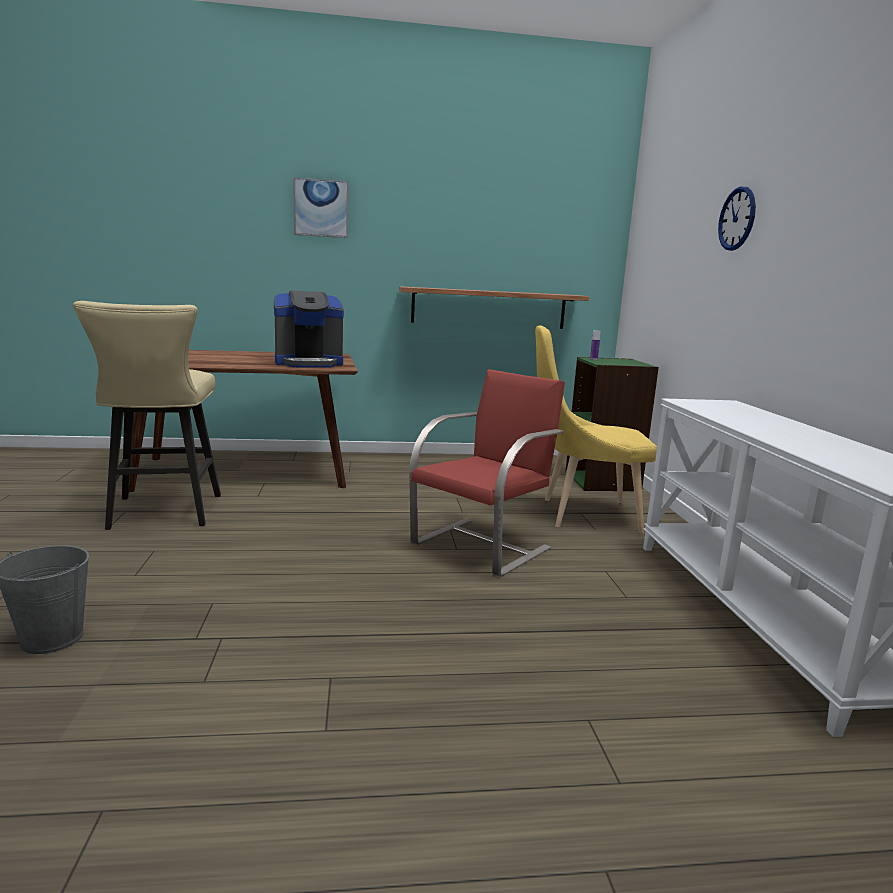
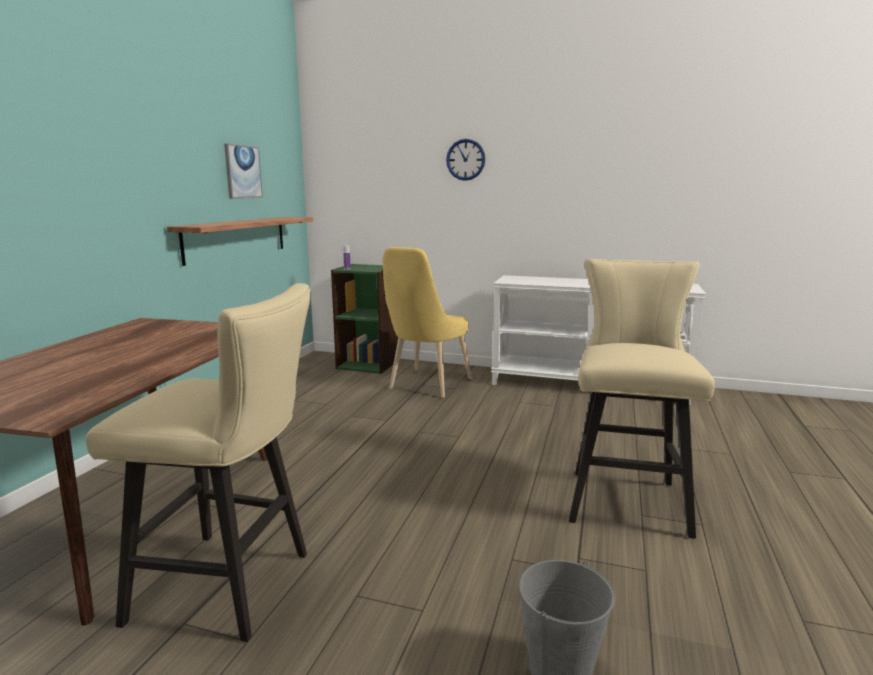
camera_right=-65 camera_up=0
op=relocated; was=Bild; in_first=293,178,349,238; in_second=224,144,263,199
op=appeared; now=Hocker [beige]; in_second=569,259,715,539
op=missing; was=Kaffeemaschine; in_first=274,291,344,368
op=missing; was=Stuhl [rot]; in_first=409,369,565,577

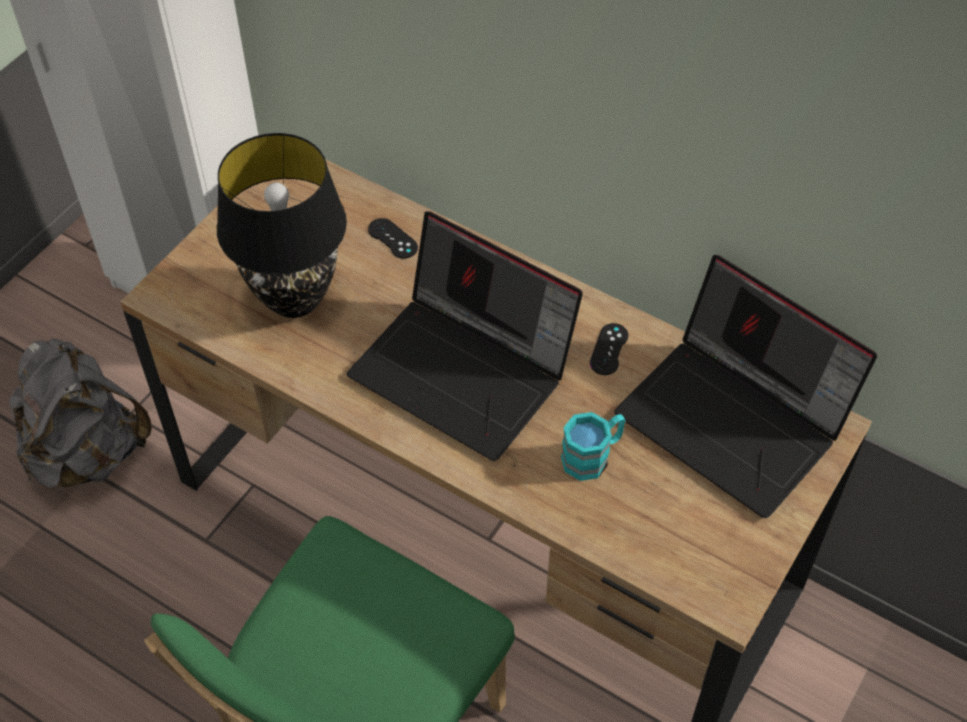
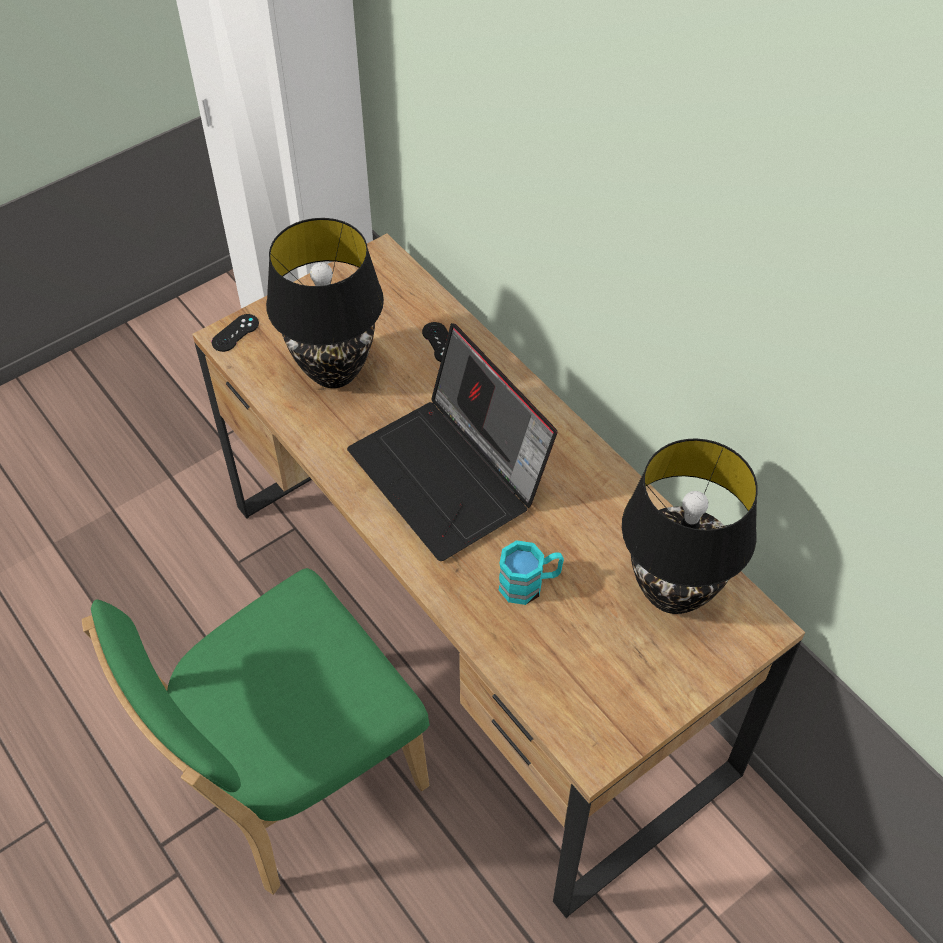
camera_right=20 camera_up=0
op=relocated; was=Gamepad [schwarz]; in_first=590,323,628,375; in_second=211,314,259,352
op=exchanged; was=Laptop; now=Tischlampe [schwarz]; in_first=614,255,877,518; in_second=622,439,758,614
op=missing; was=Rucksack [grau]; in_first=9,338,152,488

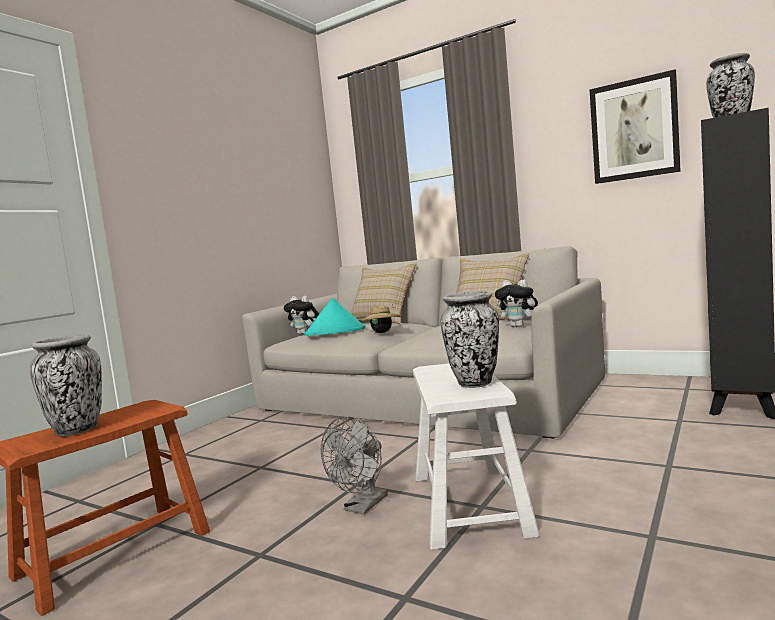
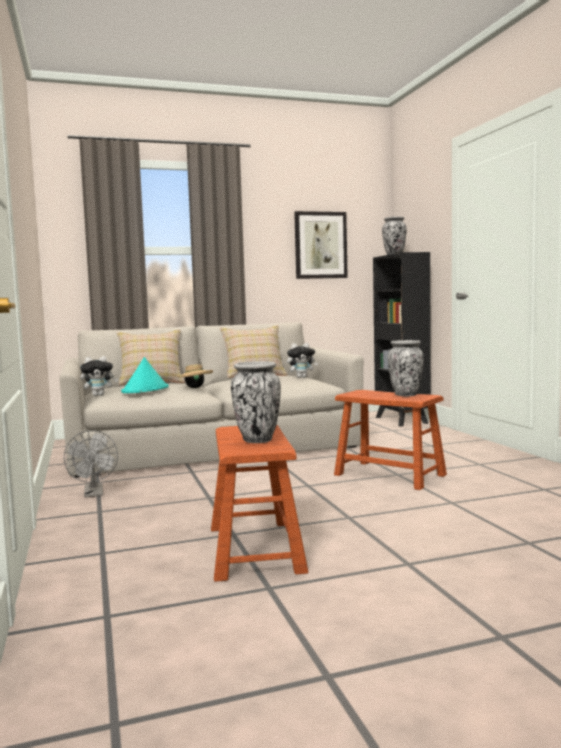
camera_right=-50 camera_up=0
op=relocated; was=Ventilator [grau]; in_first=321,416,388,514; in_second=64,430,118,497
op=colour; was=Hocker [weiß]; now=Hocker [braun]; in_first=413,363,540,550; in_second=334,390,447,490

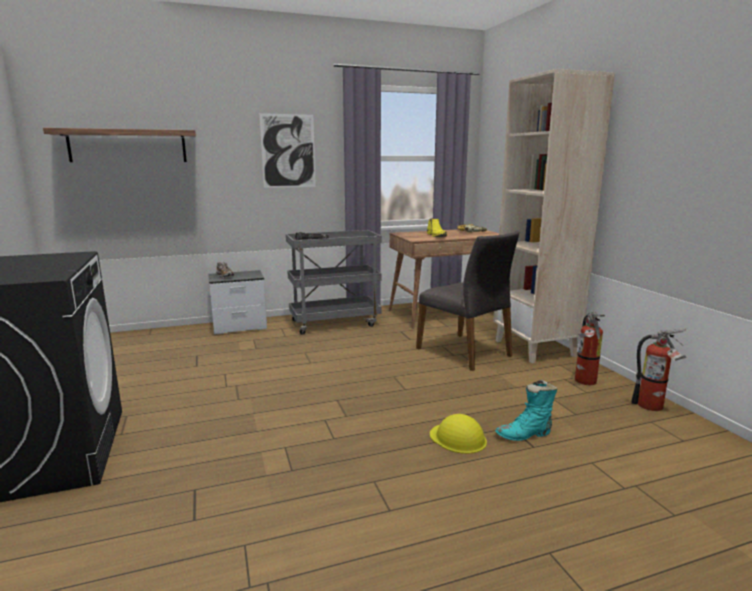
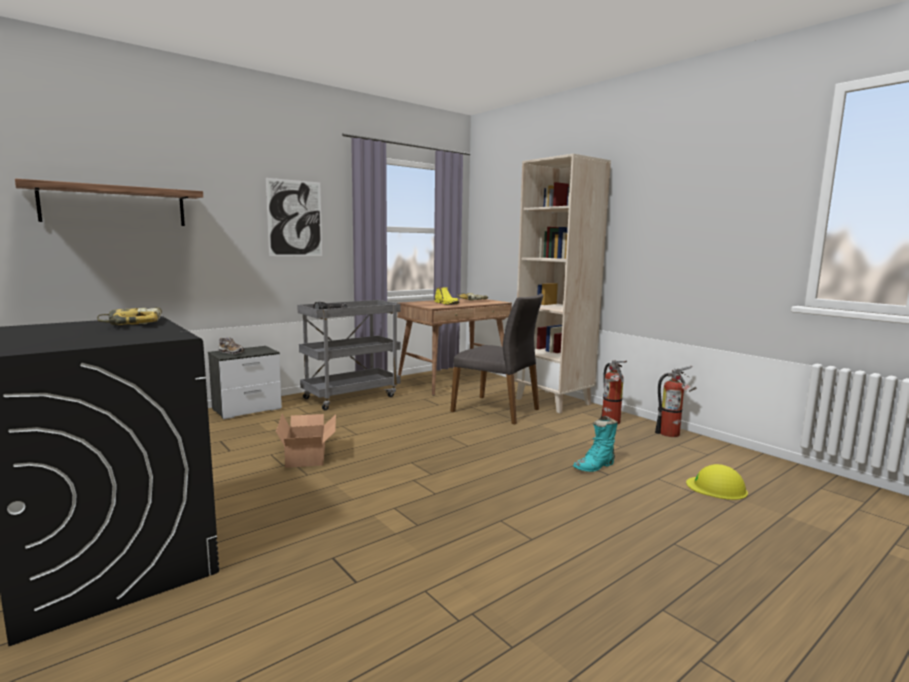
camera_right=-20 camera_up=-5
op=appeared; now=Bohrmaschine; in_second=97,307,162,325
op=appeared; now=Karton; in_second=276,414,336,468
op=relocated; was=Schutzhelm [gelb]; in_first=430,414,487,454; in_second=686,464,748,500

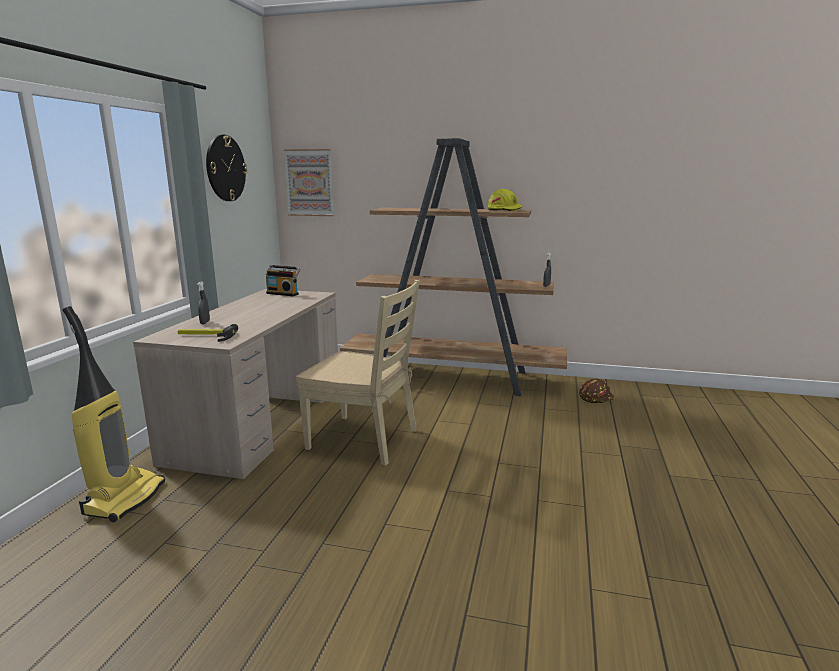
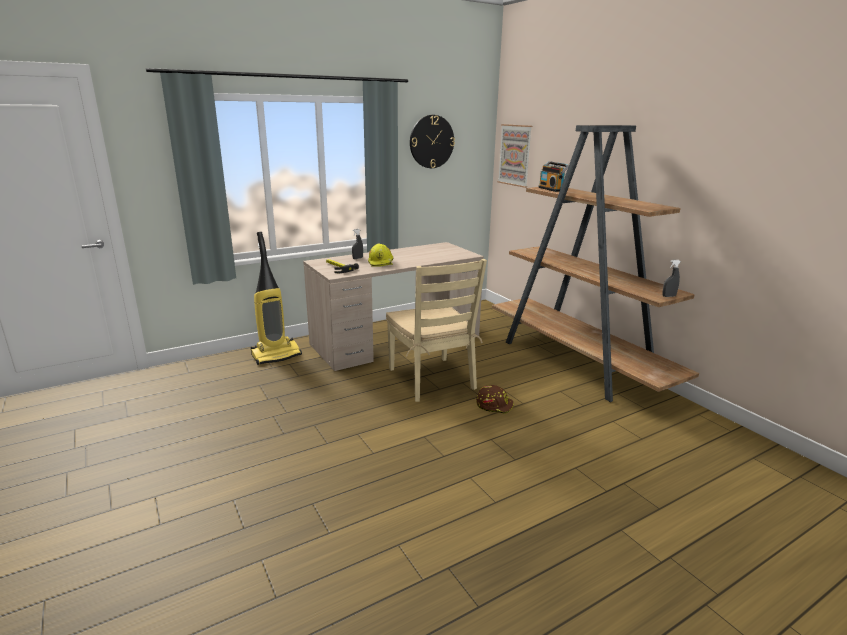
camera_right=45 camera_up=5
op=relocated; was=Schutzhelm [gelb]; in_first=488,189,523,211; in_second=368,244,393,267
op=relocated; was=Schutzhelm [braun]; in_first=579,379,614,403; in_second=476,385,514,414
op=relocated; was=Radio; in_first=266,265,300,296; in_second=538,161,569,192

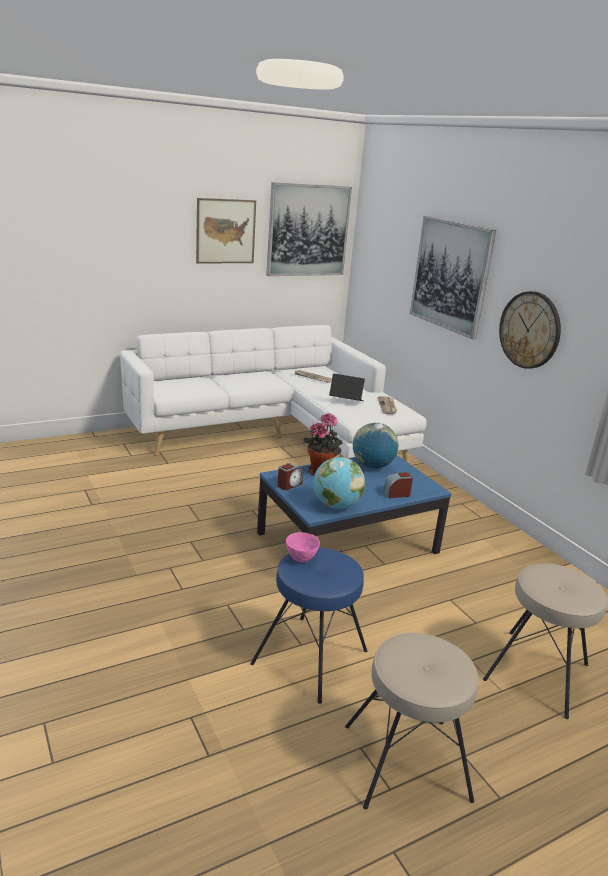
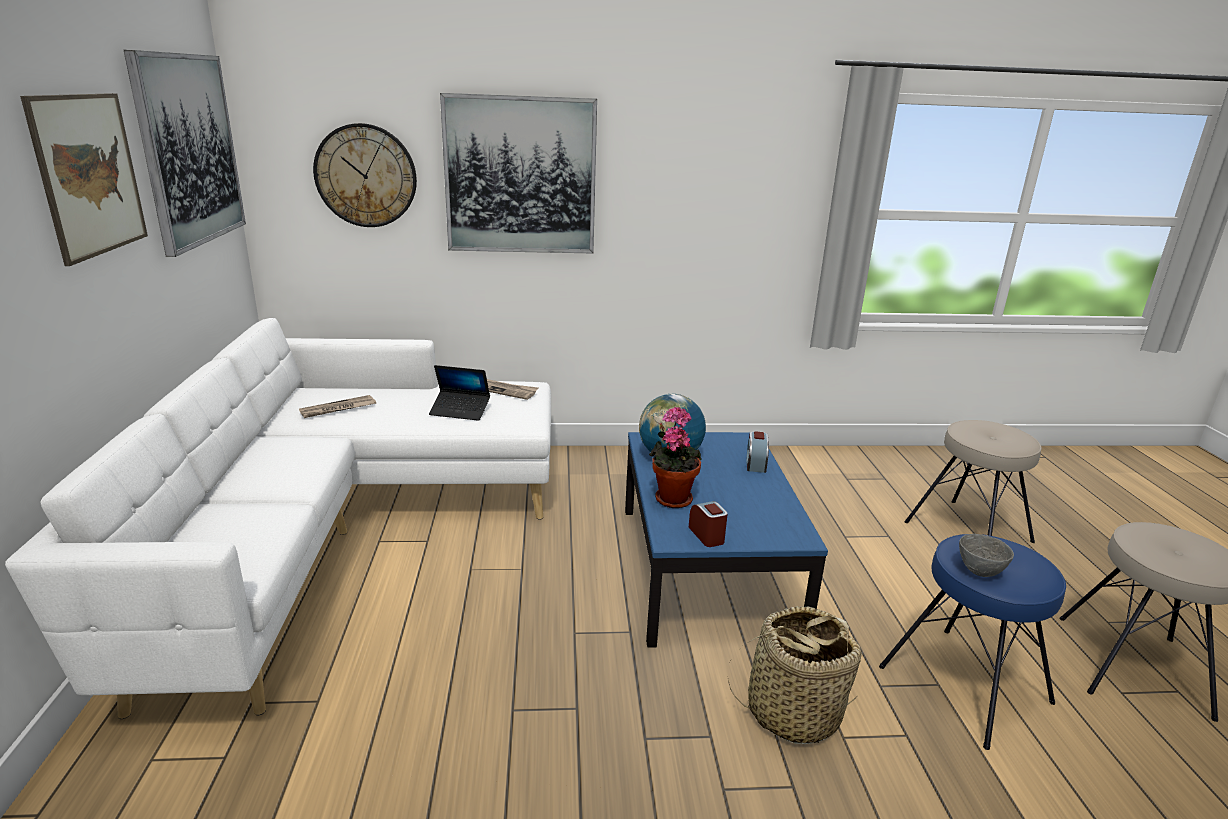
camera_right=-65 camera_up=0
op=relocated; was=Wanduhr; in_first=499,291,561,369; in_second=313,123,417,227
op=spun; was=Laptop; in_first=329,373,365,401; in_second=429,365,490,421; clockwise=-120
op=appeared; now=Korb; in_second=727,606,862,744
op=colour; was=Schüssel [rosa]; now=Schüssel [grau]; in_first=286,532,320,562; in_second=959,534,1014,577
op=missing; was=Globus; in_first=313,457,365,509

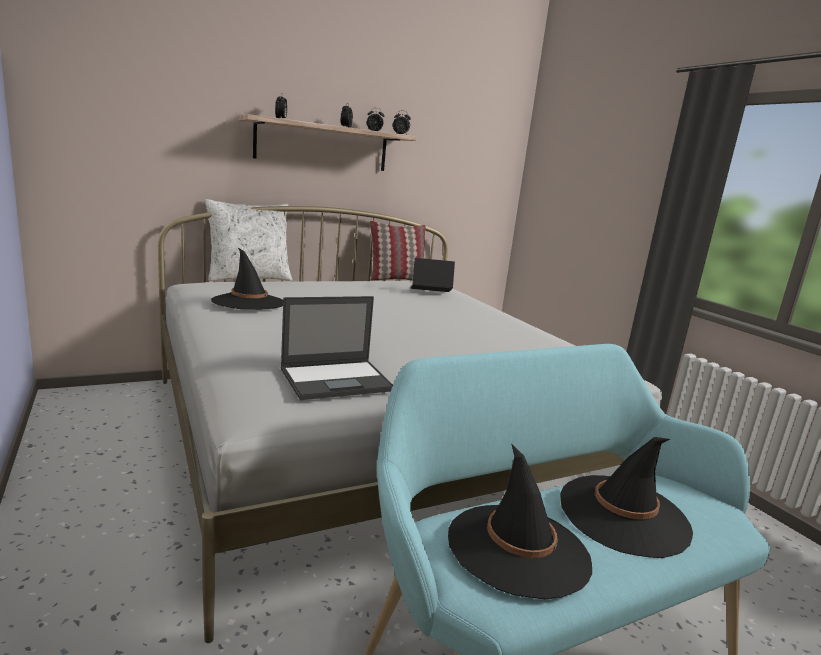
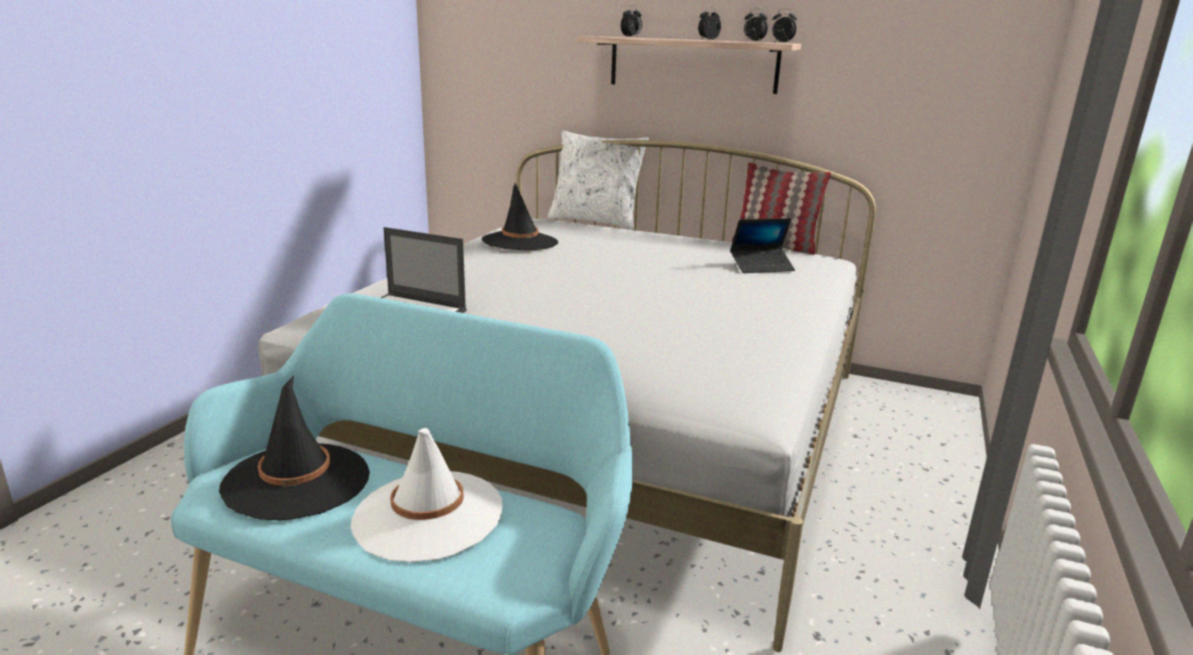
camera_right=50 camera_up=5
op=colour; was=Hut [schwarz]; now=Hut [weiß]; in_first=560,437,693,558; in_second=351,428,502,562
op=spun; was=Laptop; in_first=411,258,455,292; in_second=730,218,795,273; clockwise=120

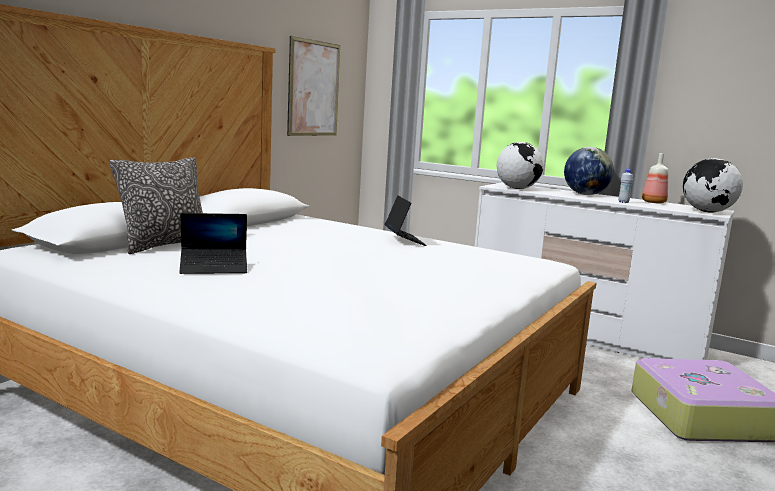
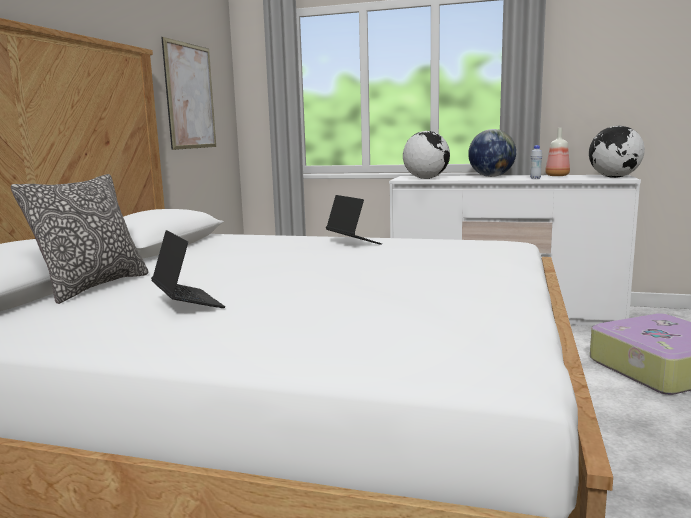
camera_right=-15 camera_up=0
op=spun; was=Laptop; in_first=179,213,247,274; in_second=151,230,225,308; clockwise=-90

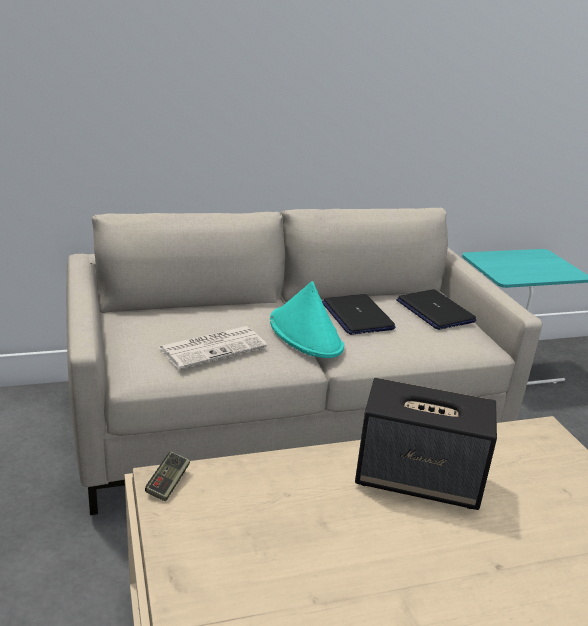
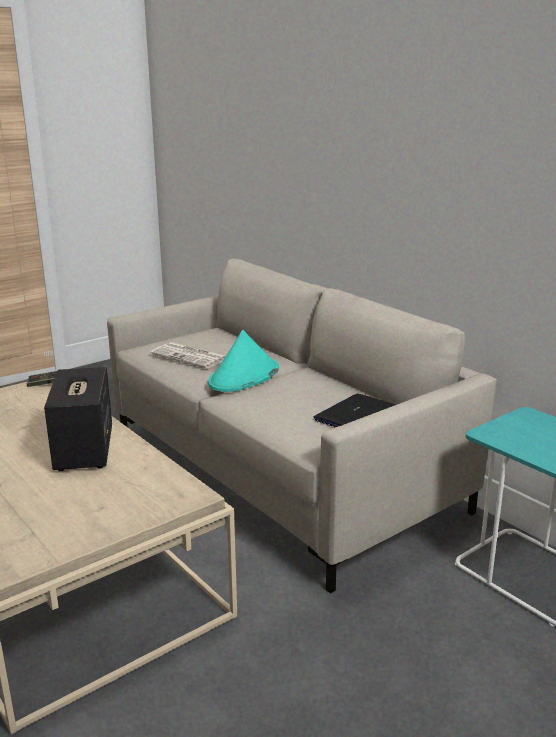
camera_right=70 camera_up=-5
op=missing; was=Laptop; in_first=322,294,396,335

